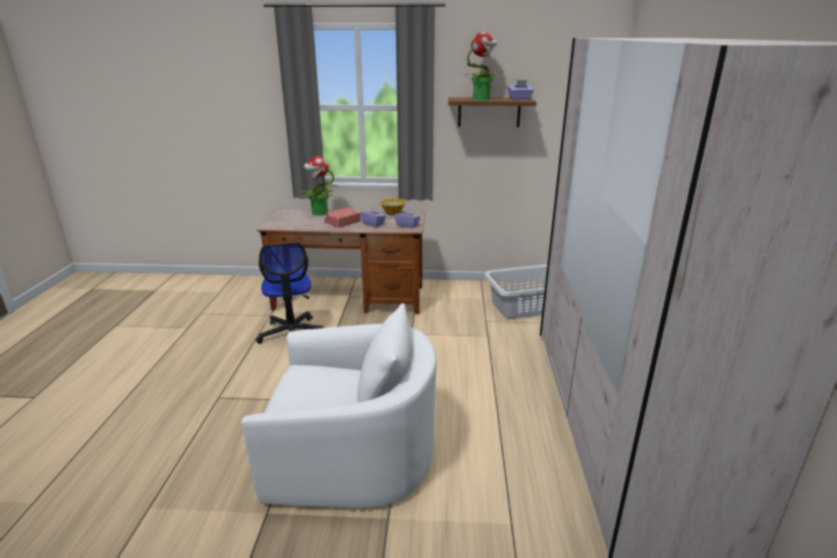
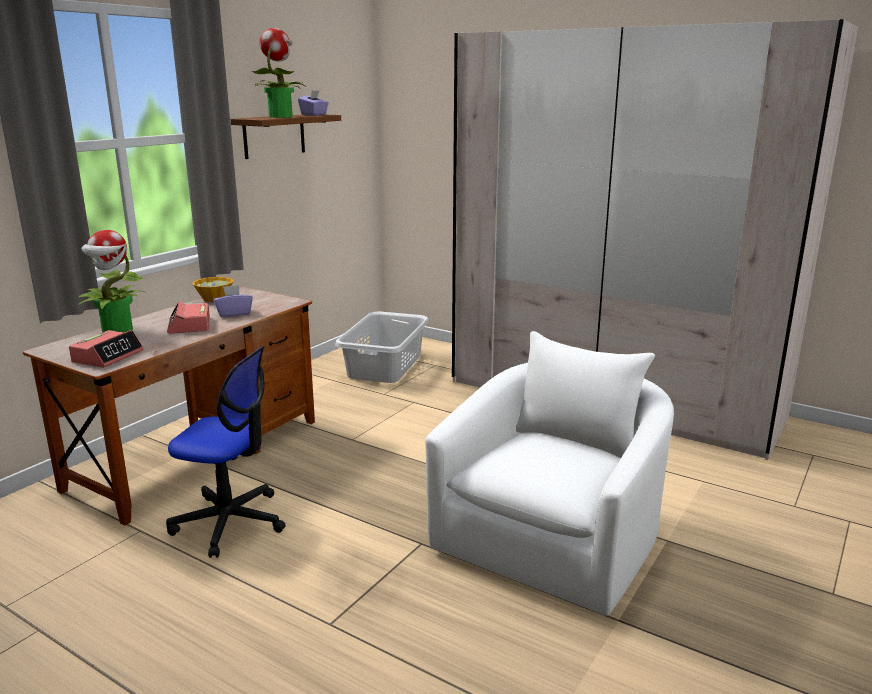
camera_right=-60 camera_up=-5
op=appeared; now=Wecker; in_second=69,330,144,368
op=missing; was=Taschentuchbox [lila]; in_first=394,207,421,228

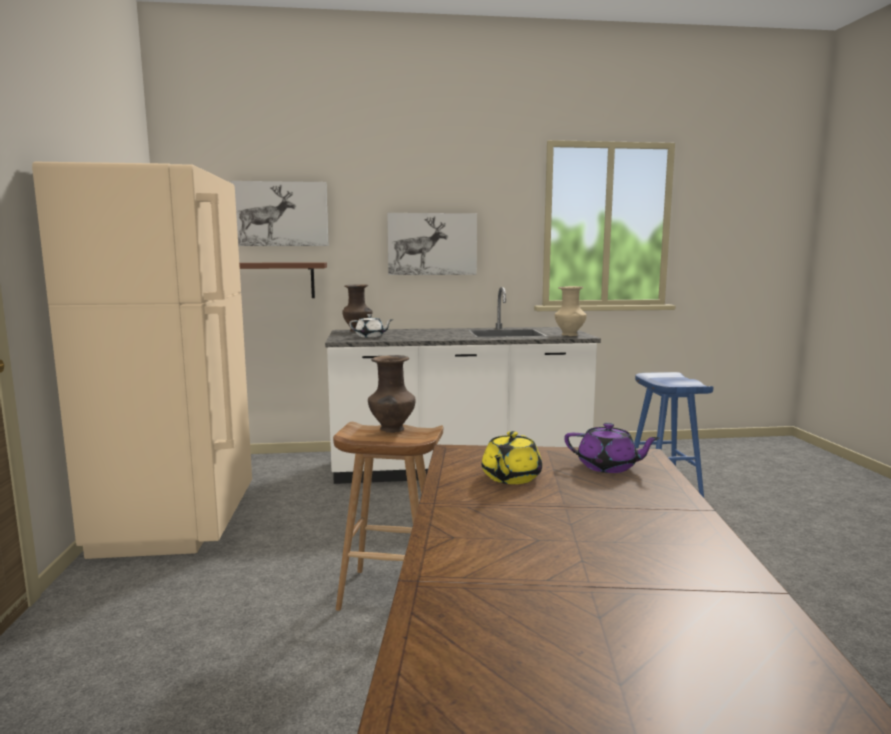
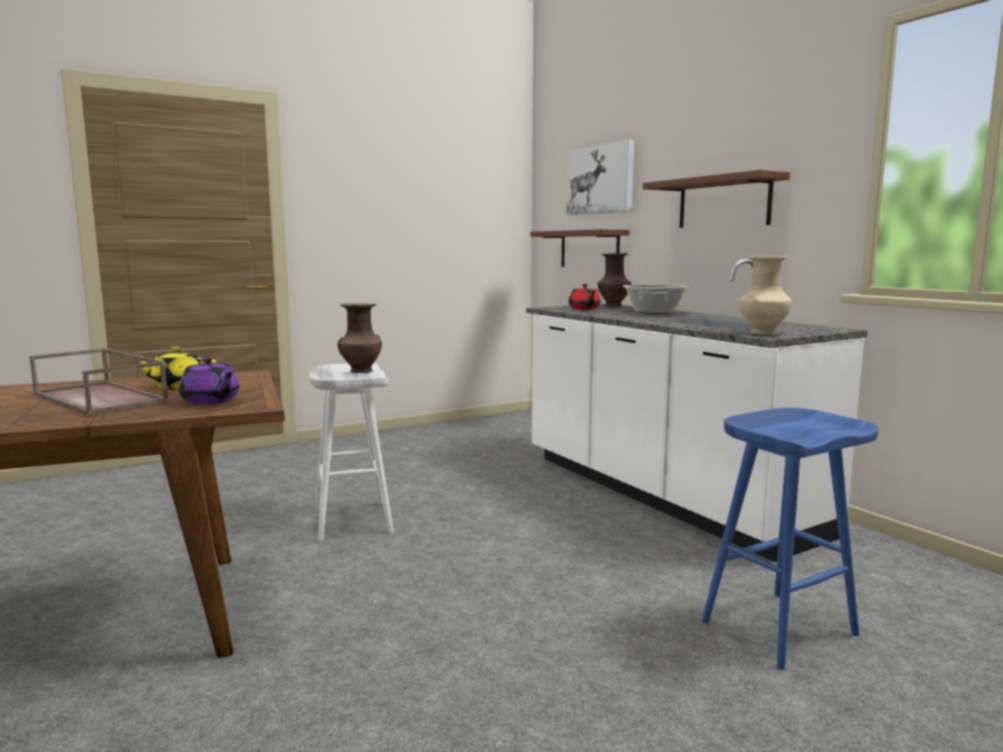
camera_right=65 camera_up=0
op=appeared; now=Tablett [braun]; in_second=29,348,169,415
op=spun; was=Teekanne [lila]; in_first=564,423,660,473; in_second=179,357,240,404; clockwise=-45
op=colour; was=Hocker [braun]; now=Hocker [weiß]; in_first=333,422,443,611; in_second=309,363,394,541
op=colour; was=Teekanne [weiß]; now=Teekanne [rot]; in_first=349,314,393,338; in_second=569,284,601,310
op=appeared; now=Kochtopf; in_second=623,285,689,314
op=exchanged; was=Bild; now=Wandregal [braun]; in_first=387,213,477,275; in_second=643,170,790,228
op=missing; was=Kühlschrank [beige]; in_first=32,162,252,559

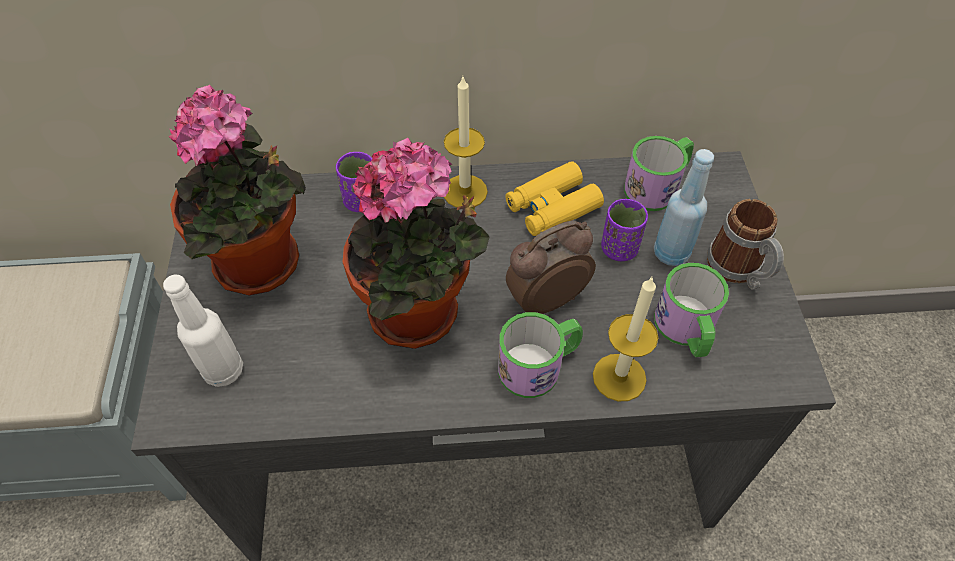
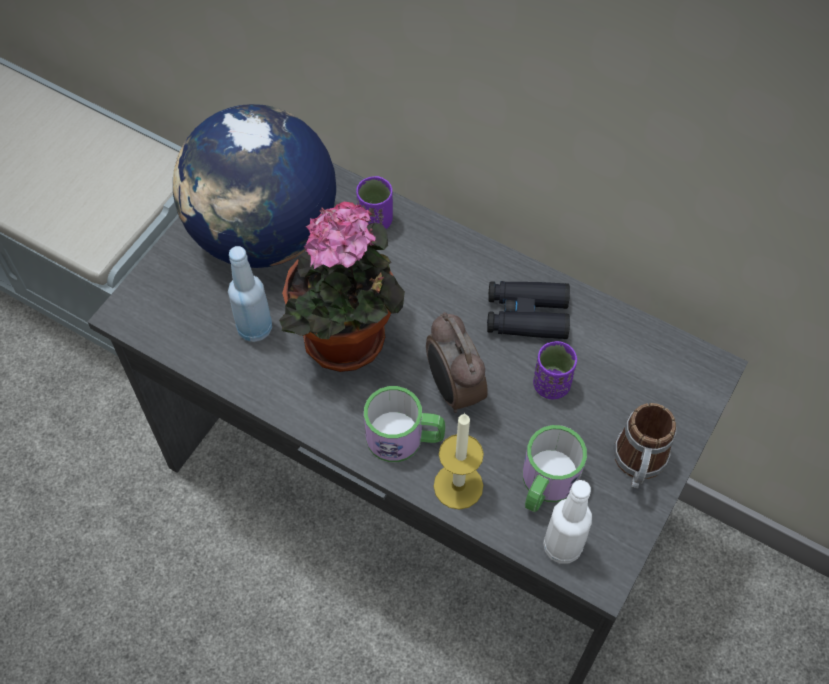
camera_right=35 camera_up=5
op=exchanged; was=Topfpflanze; now=Globus; in_first=169,85,306,295; in_second=173,104,336,268
op=relocated; was=Flasche [blau]; in_first=654,149,714,266; in_second=228,246,272,342
op=spun; was=Wecker; in_first=506,220,596,314; in_second=426,312,488,413; clockwise=-120
op=colour; was=Fernglas [gelb]; now=Fernglas [schwarz]; in_first=505,161,604,236; in_second=487,281,570,339
op=relocated; was=Flasche [weiß]; in_first=163,274,243,387; in_second=543,480,592,564
op=missing; was=Kerze; in_first=444,77,488,207
op=missing; was=Henkelbecher; in_first=624,136,694,211

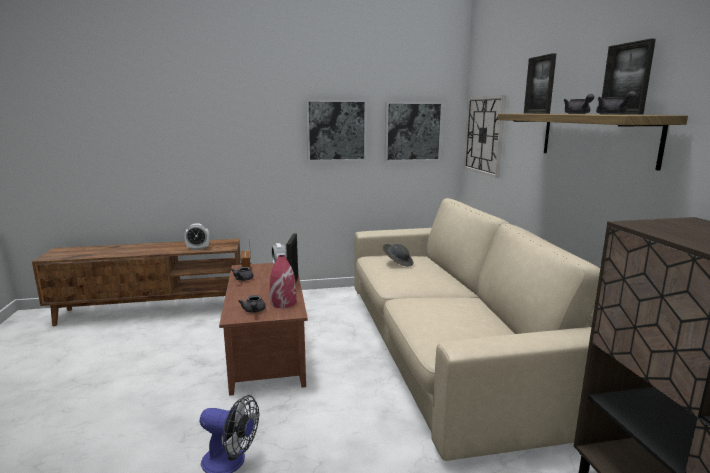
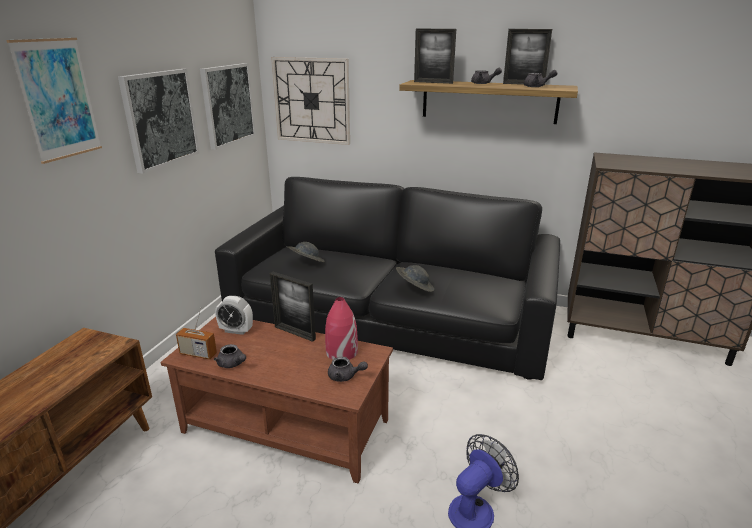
camera_right=-60 camera_up=10
op=appeared; now=Bild; in_second=6,38,102,164
op=colour; was=Sofa [beige]; now=Sofa [schwarz]; in_first=355,198,600,461; in_second=215,177,560,380
op=appeared; now=Hut [grau]; in_second=396,265,434,292
op=missing; was=Wecker; in_first=184,224,210,250

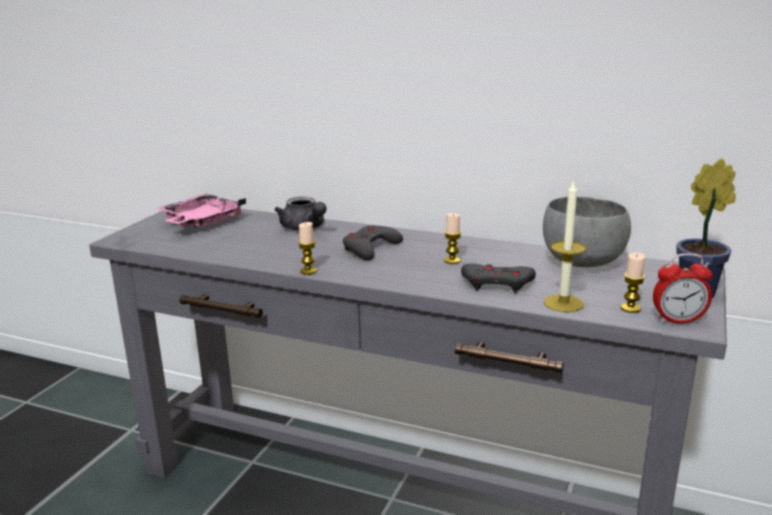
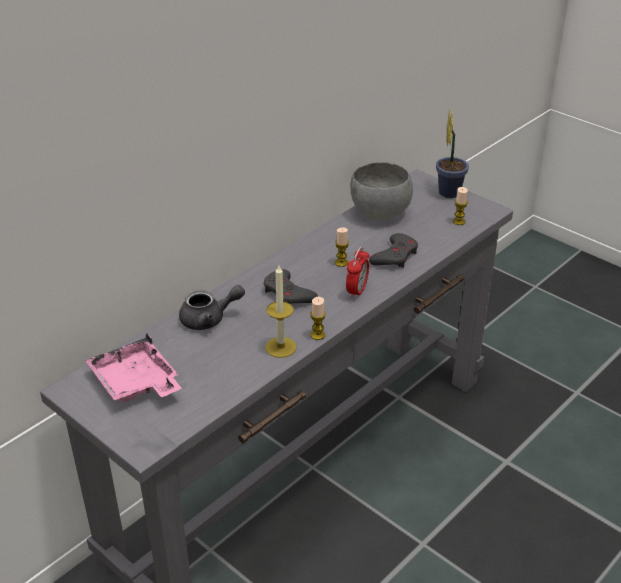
camera_right=-70 camera_up=15
op=relocated; was=Kerze; in_first=544,180,586,312; in_second=265,265,297,358
op=relocated; was=Wecker; in_first=653,253,713,324; in_second=346,247,370,299

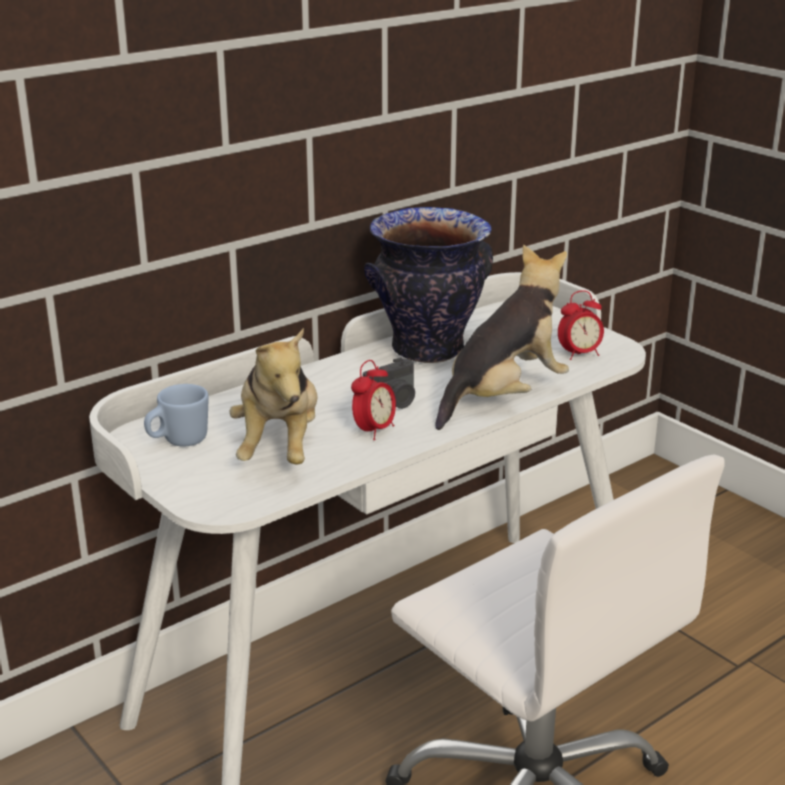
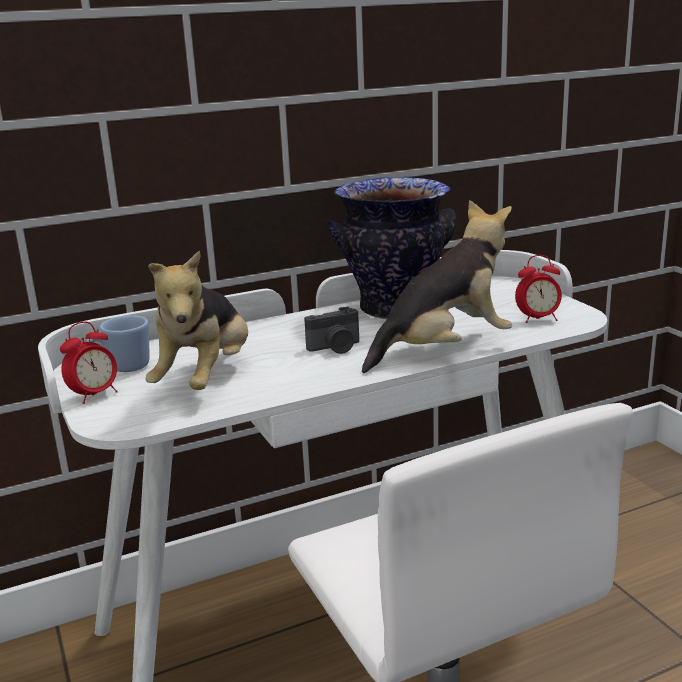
camera_right=15 camera_up=-5
op=relocated; was=Wecker; in_first=351,360,396,440; in_second=60,321,118,404

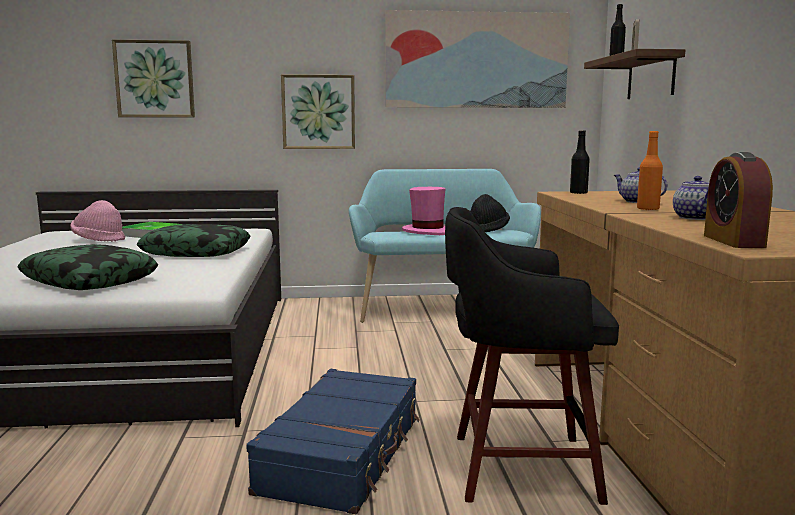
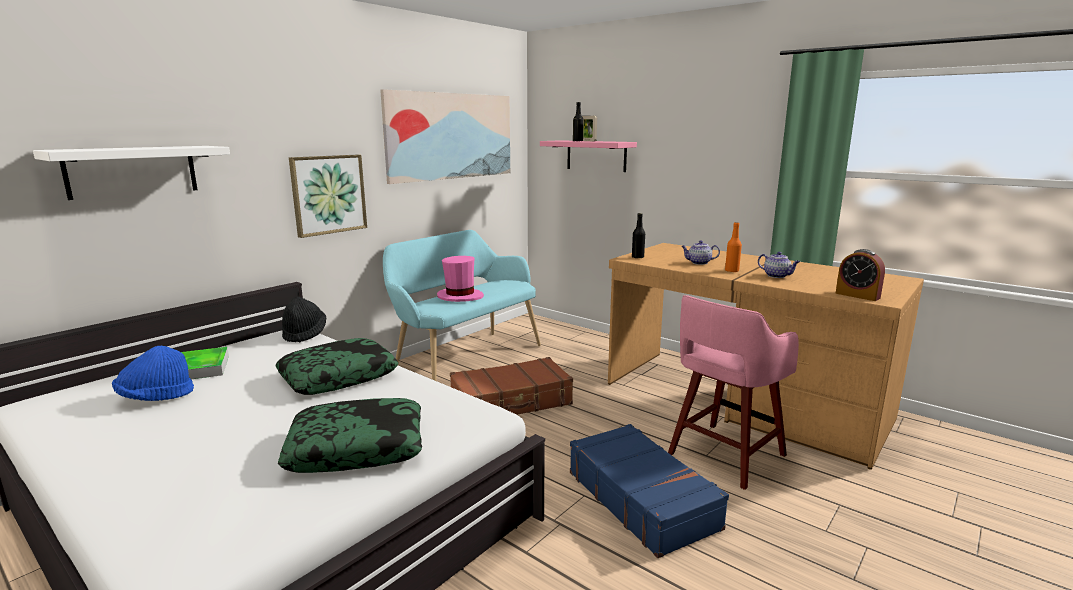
camera_right=-45 camera_up=5
op=exchanged; was=Bild; now=Wandregal [weiß]; in_first=112,40,195,117; in_second=33,146,230,200
op=colour; was=Hut [rosa]; now=Hut [blau]; in_first=70,200,125,242; in_second=112,346,194,401
op=relocated; was=Hut [schwarz]; in_first=470,194,510,232; in_second=282,297,326,343
op=appeared; now=Koffer [braun]; in_second=450,357,573,415
op=colour; was=Wandregal [braun]; now=Wandregal [rosa]; in_first=584,49,685,99; in_second=540,140,637,172
op=colour; was=Hocker [schwarz]; now=Hocker [rosa]; in_first=445,207,619,505; in_second=668,295,799,490

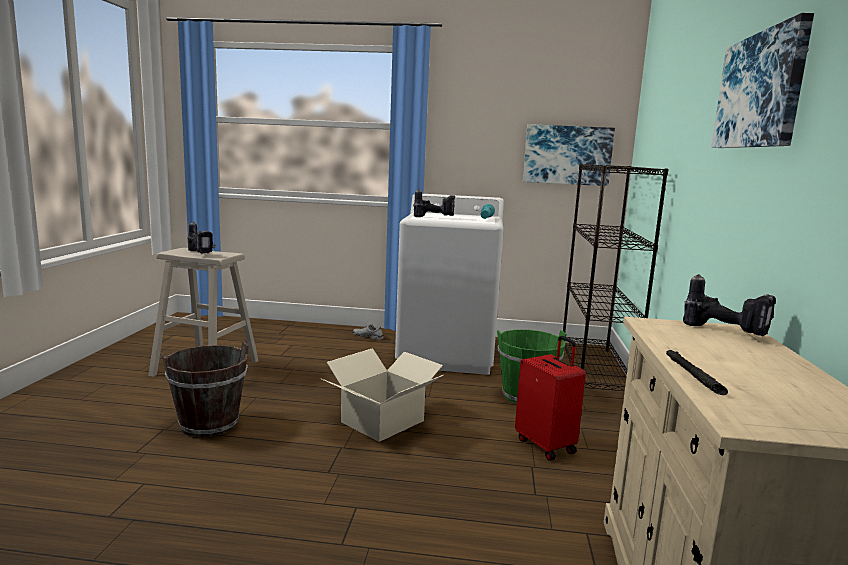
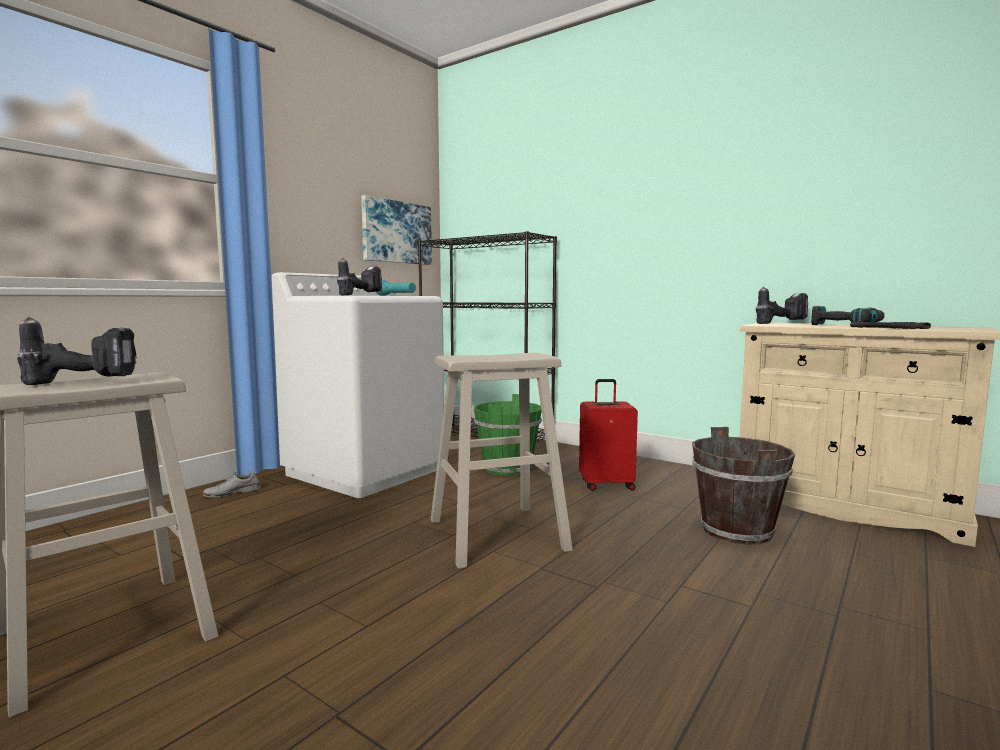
camera_right=-60 camera_up=-5
op=exchanged; was=Karton; now=Hocker [beige]; in_first=321,348,444,442; in_second=431,353,573,569
op=relocated; was=Eimer [braun]; in_first=161,341,249,437; in_second=692,427,795,545
op=appeared; now=Bohrmaschine; in_second=811,306,884,325
op=missing; was=Bild; in_first=711,13,814,148

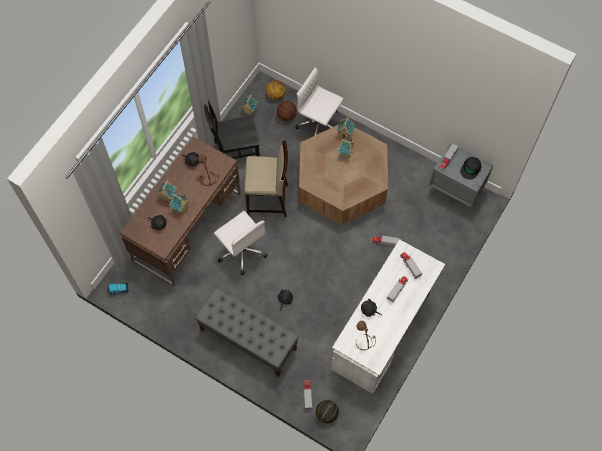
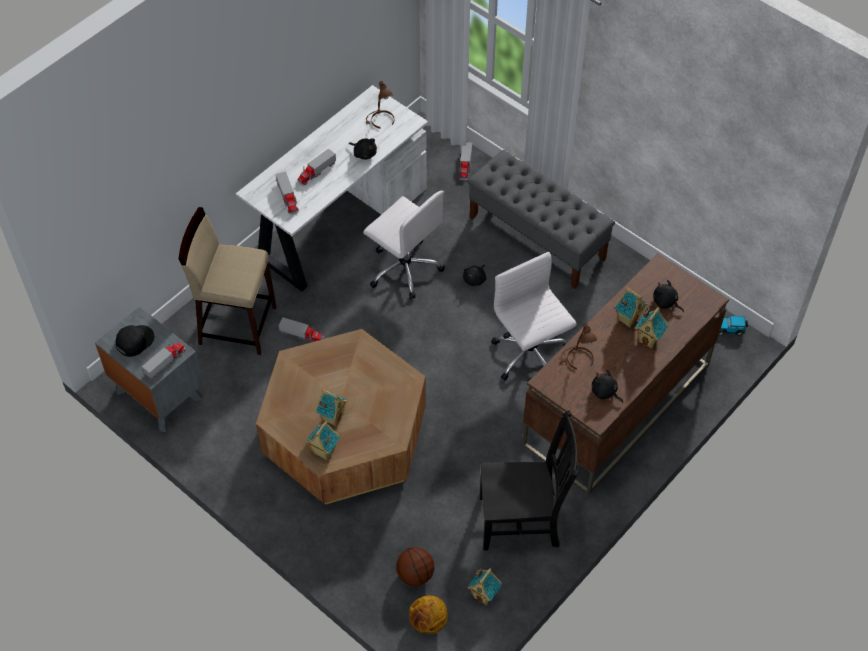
camera_right=-170 camera_up=-10
op=relocated; was=Hocker [beige]; in_first=244,141,288,217; in_second=179,207,276,355
op=relocated; was=Bürostuhl [weiß]; in_first=295,67,344,136; in_second=363,191,445,299
op=missing; was=Basketball; in_first=316,400,339,423

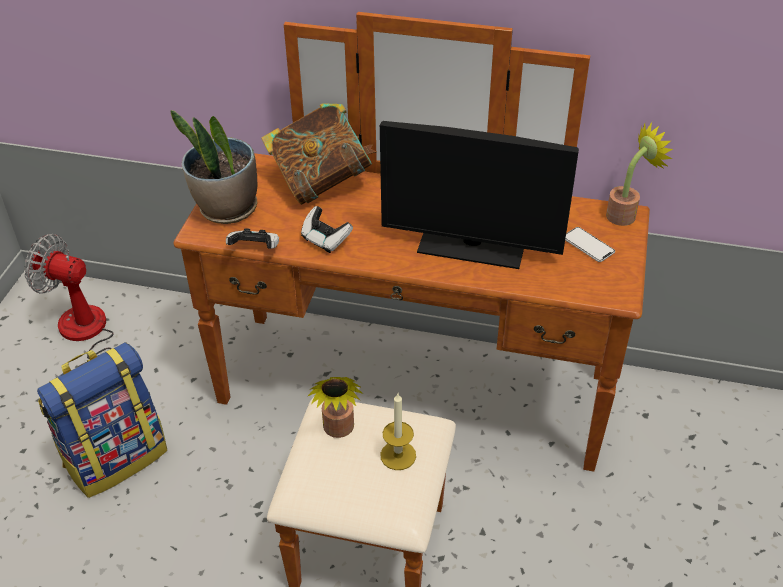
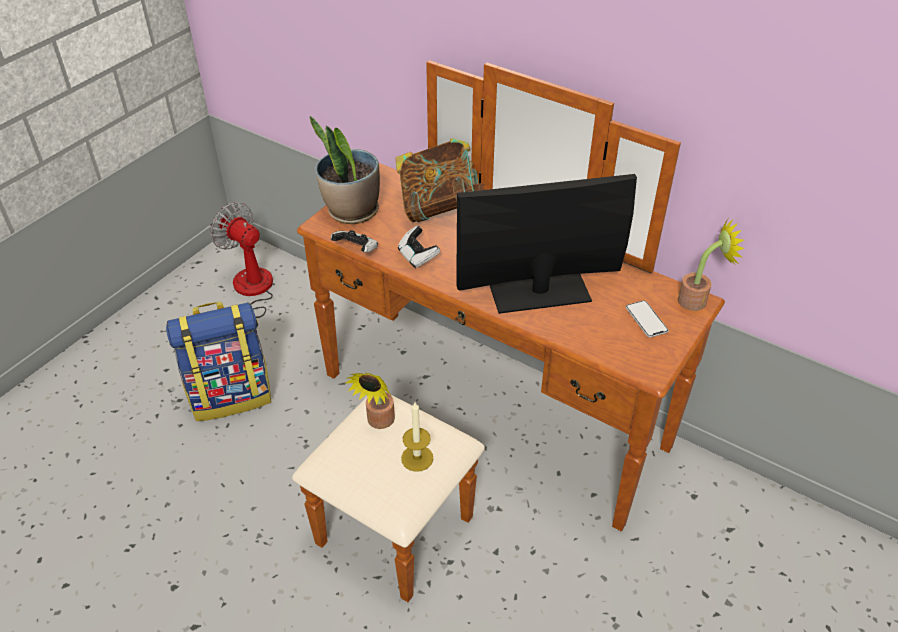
camera_right=20 camera_up=0
op=spun; was=Monitor; in_first=380,121,579,269; in_second=456,174,637,314; clockwise=135

